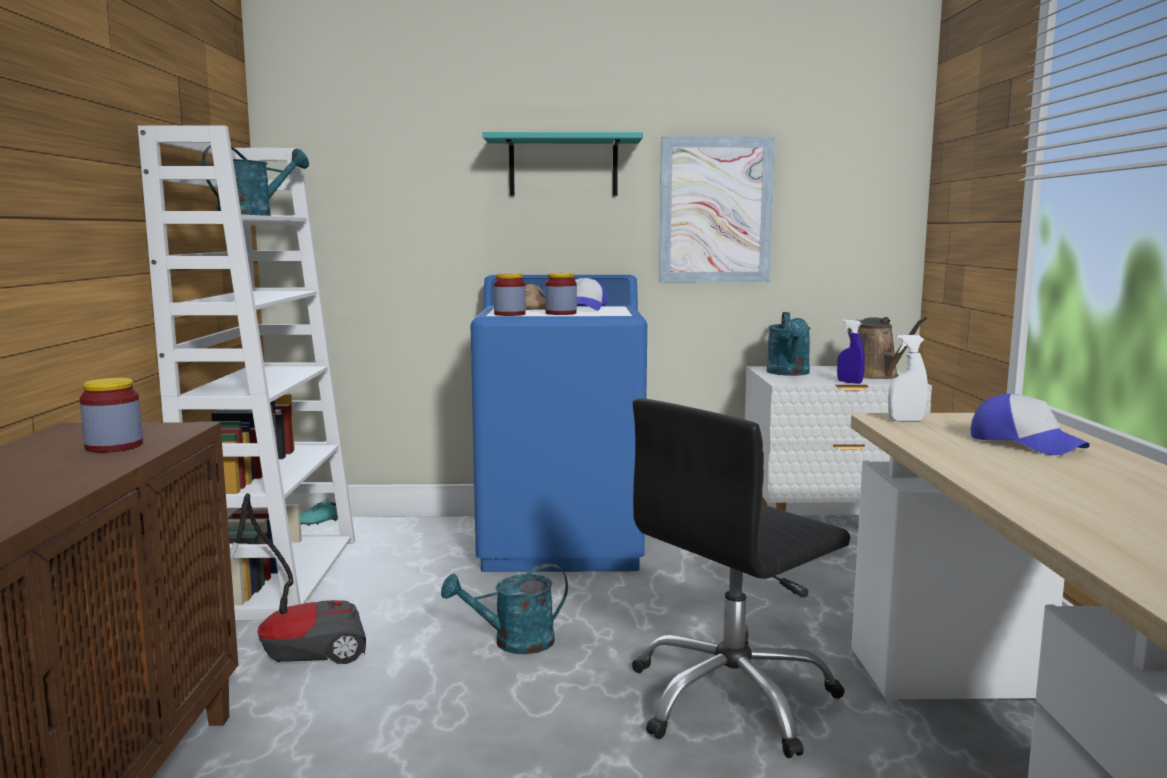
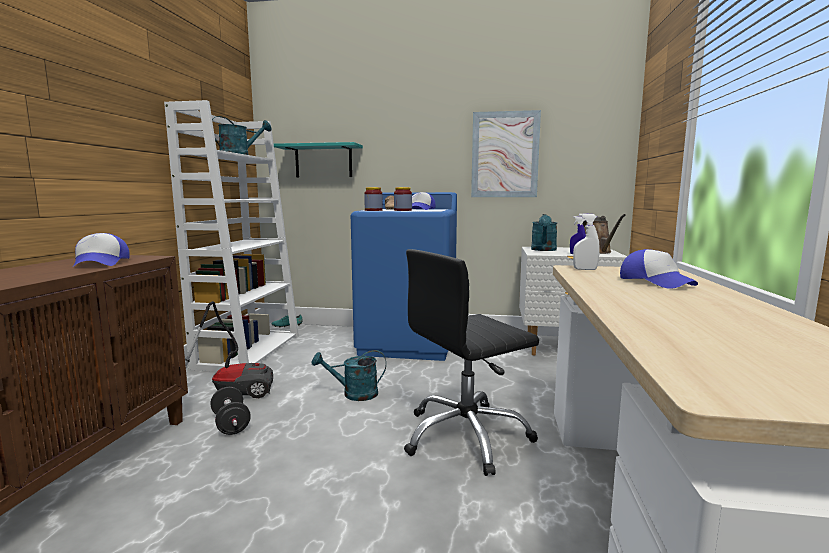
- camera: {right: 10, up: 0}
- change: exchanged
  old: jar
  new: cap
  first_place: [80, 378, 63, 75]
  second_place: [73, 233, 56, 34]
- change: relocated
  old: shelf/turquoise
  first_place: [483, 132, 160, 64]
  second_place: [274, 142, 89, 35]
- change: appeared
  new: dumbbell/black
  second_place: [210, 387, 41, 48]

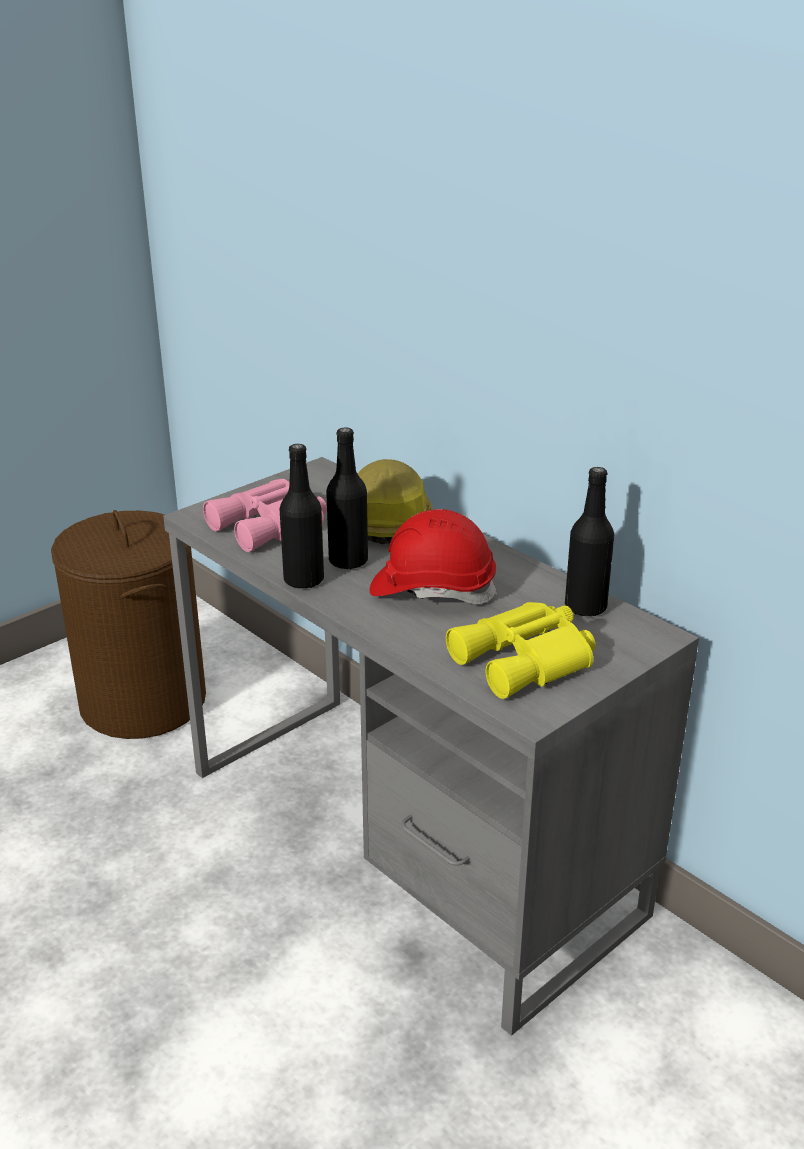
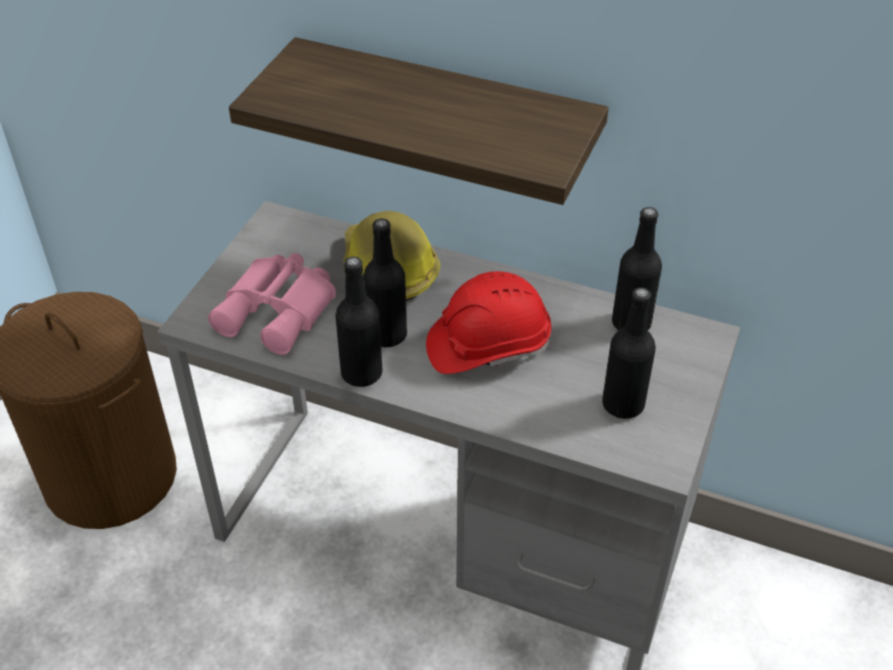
- camera: {right: -25, up: 15}
- change: exchanged
  old: binoculars/yellow
  new: bottle/black
  first_place: [446, 602, 149, 97]
  second_place: [602, 287, 54, 132]
- change: appeared
  new: shelf
  second_place: [229, 37, 379, 168]

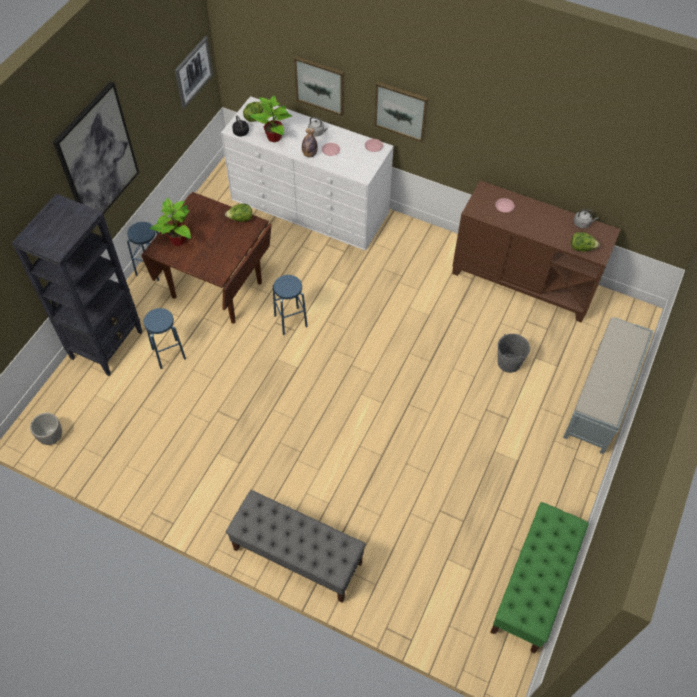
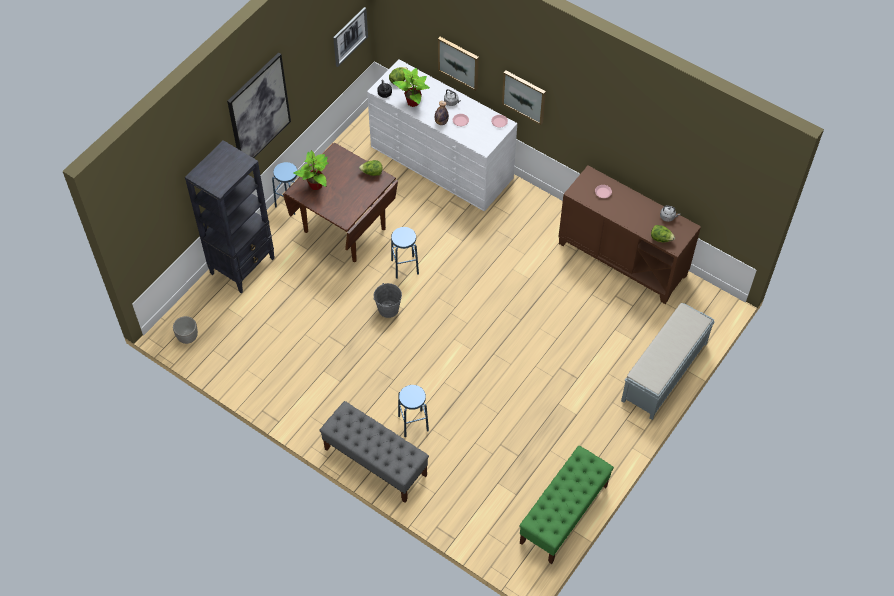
- camera: {right: 10, up: 0}
- change: relocated
  old: stool/blue
  first_place: [144, 308, 42, 61]
  second_place: [398, 385, 31, 52]
- change: relocated
  old: bucket/grey
  first_place: [498, 334, 32, 39]
  second_place: [374, 283, 28, 35]

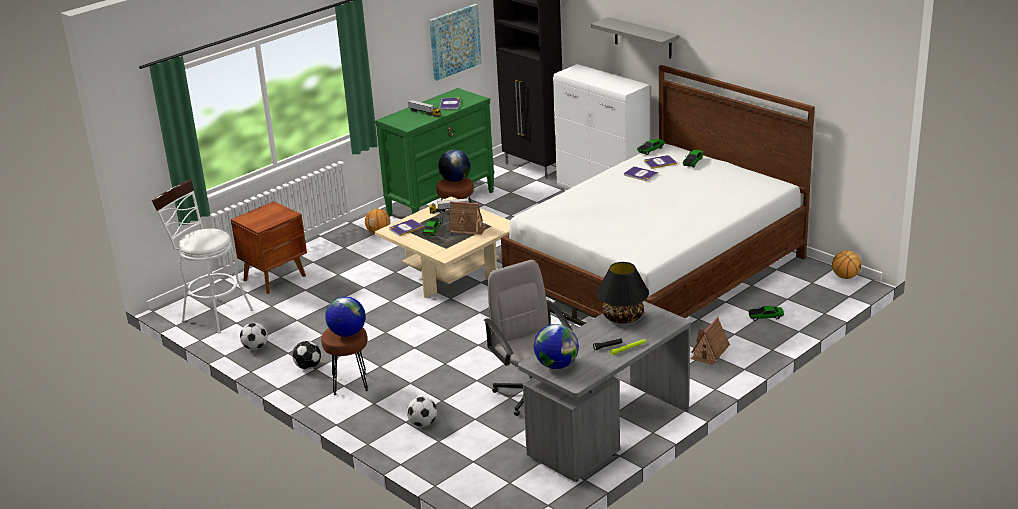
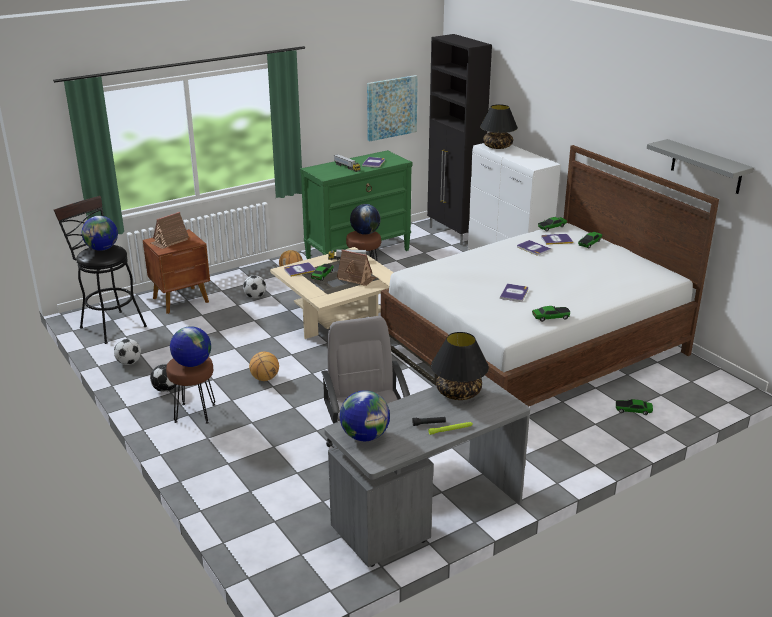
- camera: {right: 10, up: 0}
- change: colour
  old: stool/white
  new: stool/black
  first_place: [152, 179, 101, 154]
  second_place: [54, 196, 93, 148]
- change: relocated
  old: football
  first_place: [407, 396, 30, 31]
  second_place: [243, 275, 23, 23]
- change: relocated
  old: shelf/grey
  first_place: [591, 17, 88, 42]
  second_place: [647, 139, 107, 55]
- change: relocated
  old: toy house
  first_place: [691, 317, 39, 48]
  second_place: [151, 212, 38, 37]
- change: relocated
  old: basketball
  first_place: [832, 251, 29, 28]
  second_place: [249, 352, 30, 29]
- change: appeared
  new: globe
  second_place: [82, 216, 36, 35]
- change: appeared
  new: table lamp/black
  second_place: [480, 104, 38, 45]
- change: appeared
  new: book
  second_place: [500, 283, 28, 19]
- change: appeared
  new: toy car
  second_place: [532, 306, 38, 16]

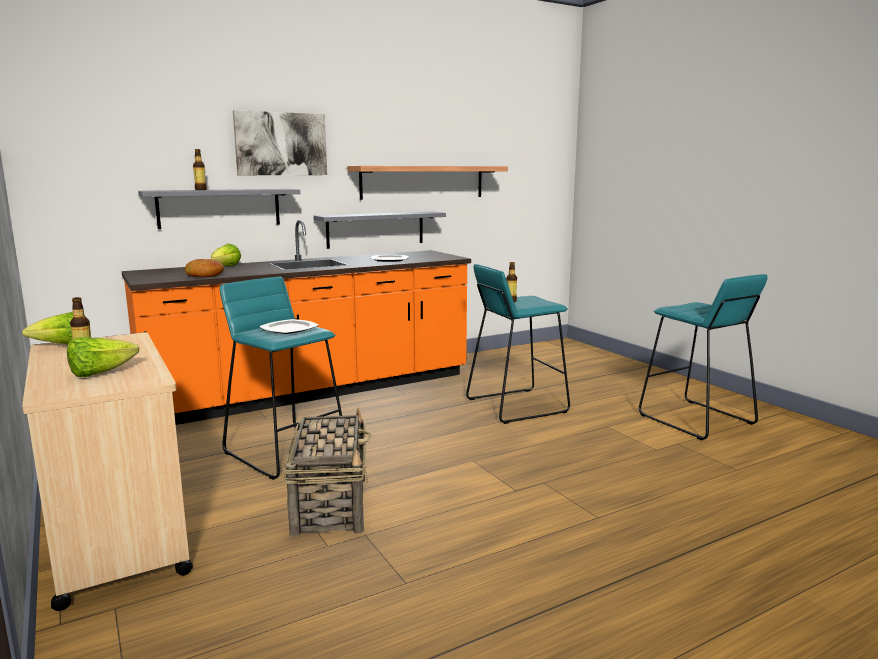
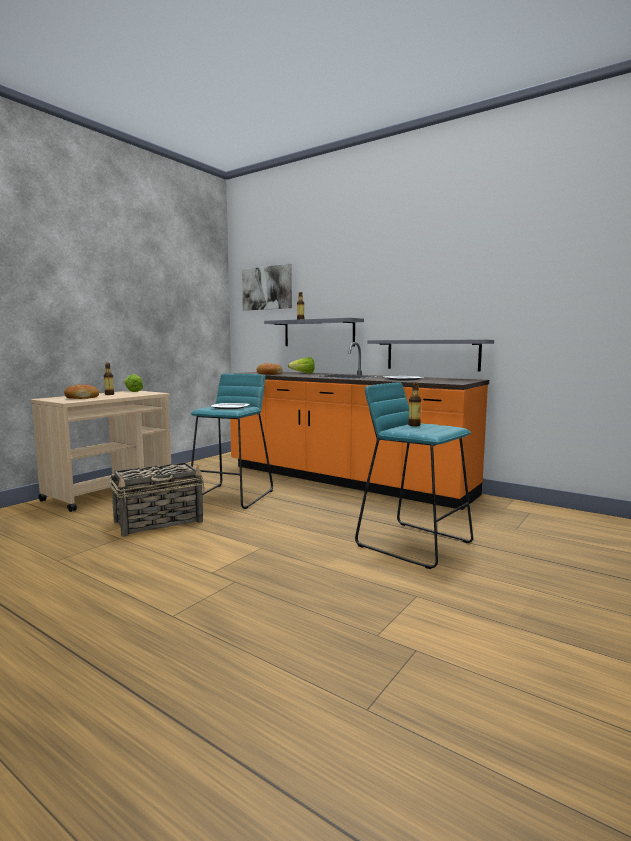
- camera: {right: 65, up: -5}
- change: exchanged
  old: lettuce
  new: bread
  first_place: [67, 337, 72, 40]
  second_place: [64, 384, 35, 15]
- change: relocated
  old: picture
  first_place: [233, 110, 94, 65]
  second_place: [242, 264, 50, 47]
- change: missing
  old: shelf
  first_place: [347, 166, 161, 34]
- change: missing
  old: stool/turquoise
  first_place: [639, 274, 129, 166]

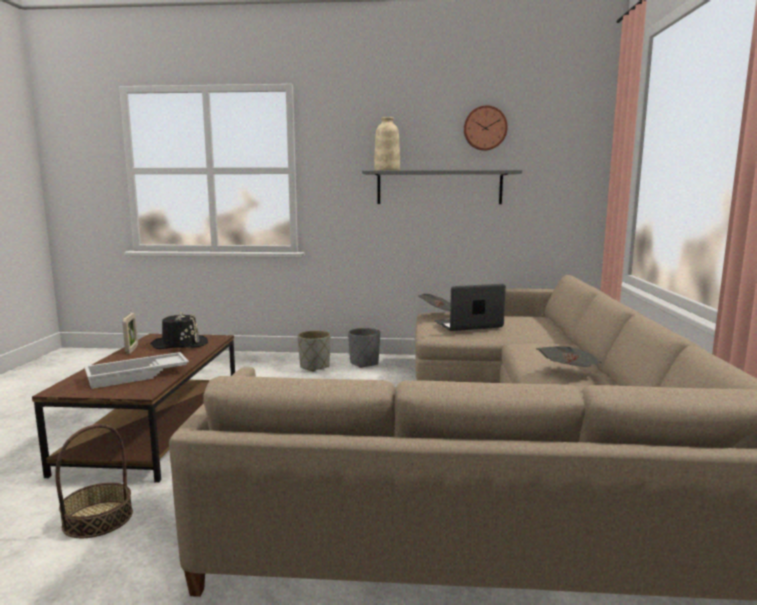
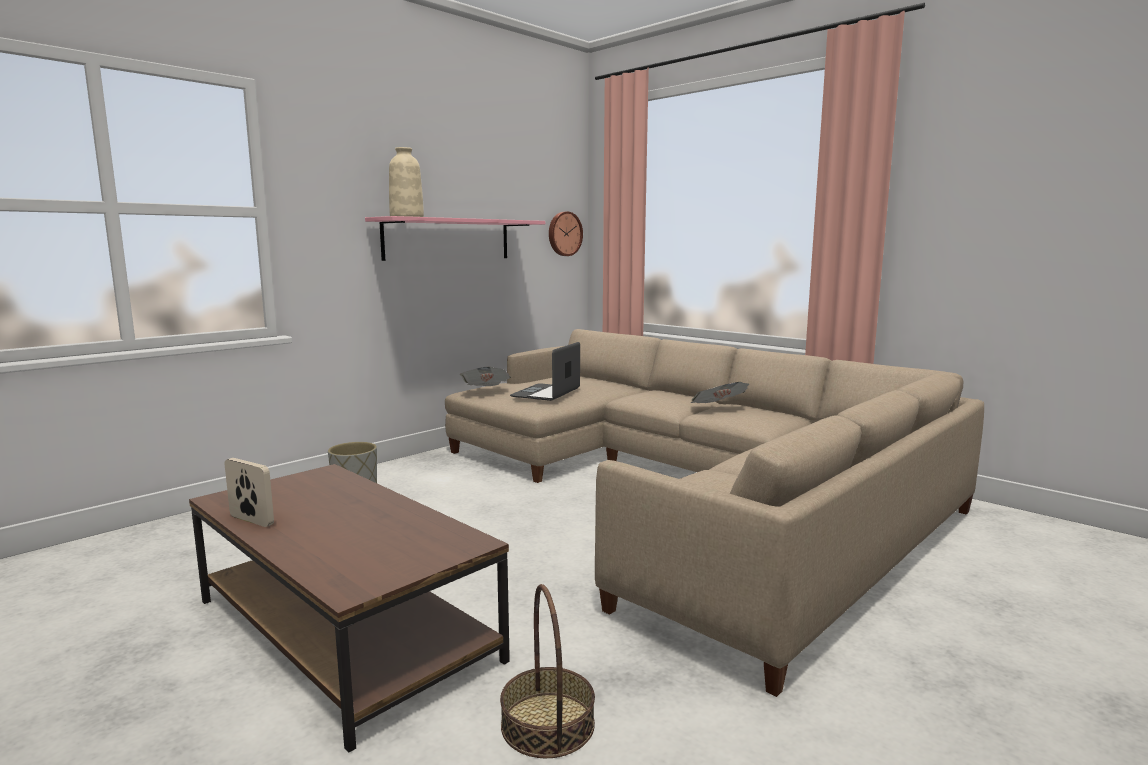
- camera: {right: -50, up: 0}
- change: missing
  old: tray/white
  first_place: [84, 352, 105, 37]
- change: missing
  old: hat/black
  first_place: [150, 312, 58, 37]
- change: missing
  old: planter/grey
  first_place: [348, 328, 32, 40]
- change: colour
  old: shelf/grey
  new: shelf/pink
  first_place: [362, 170, 160, 34]
  second_place: [365, 216, 180, 45]
- change: relocated
  old: wall clock
  first_place: [464, 105, 44, 46]
  second_place: [549, 212, 34, 44]

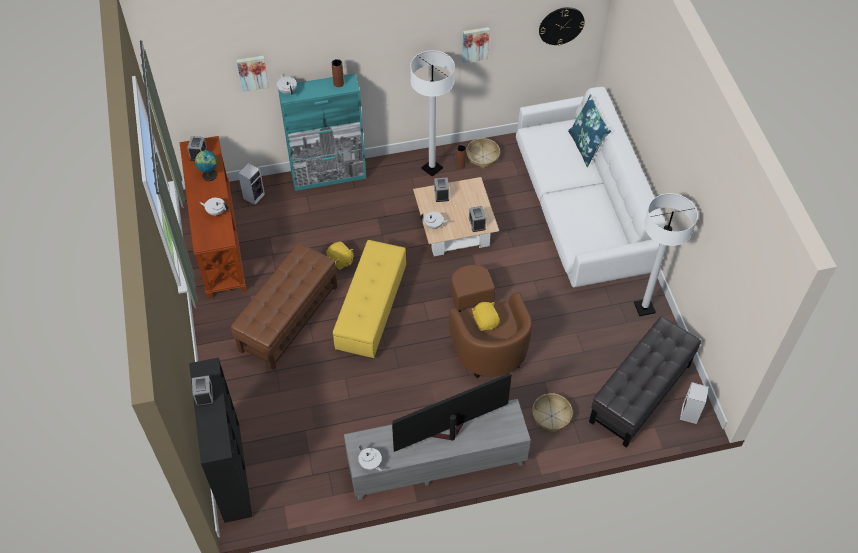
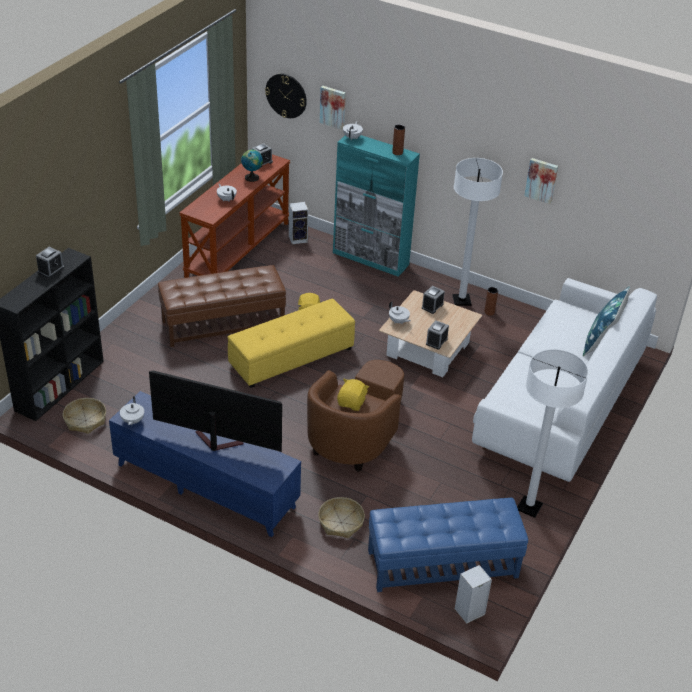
- camera: {right: 40, up: -15}
- change: colour
  old: tv stand/grey
  new: tv stand/blue
  first_place: [344, 399, 187, 101]
  second_place: [109, 391, 192, 146]
- change: relocated
  old: basket
  first_place: [466, 138, 34, 31]
  second_place: [63, 398, 43, 36]
- change: relocated
  old: wall clock
  first_place: [539, 7, 46, 39]
  second_place: [265, 74, 42, 44]
- change: colour
  old: ottoman/black
  new: ottoman/blue
  first_place: [589, 316, 112, 132]
  second_place: [368, 498, 160, 94]

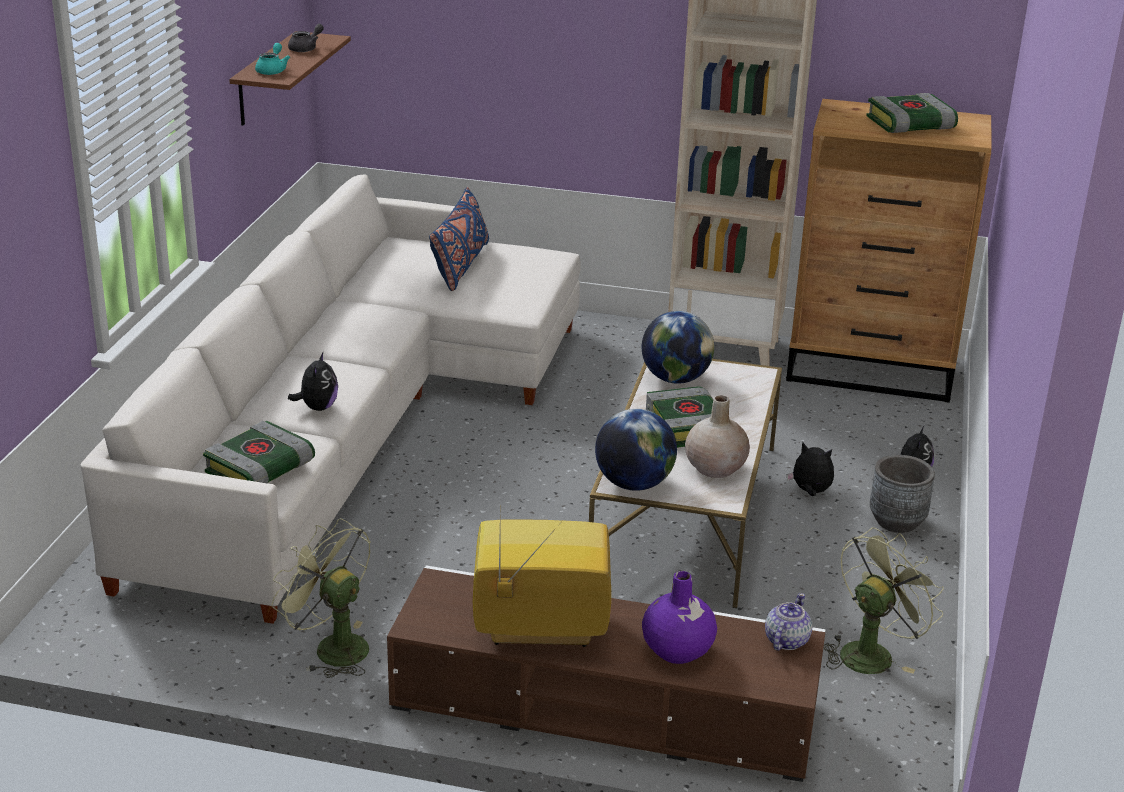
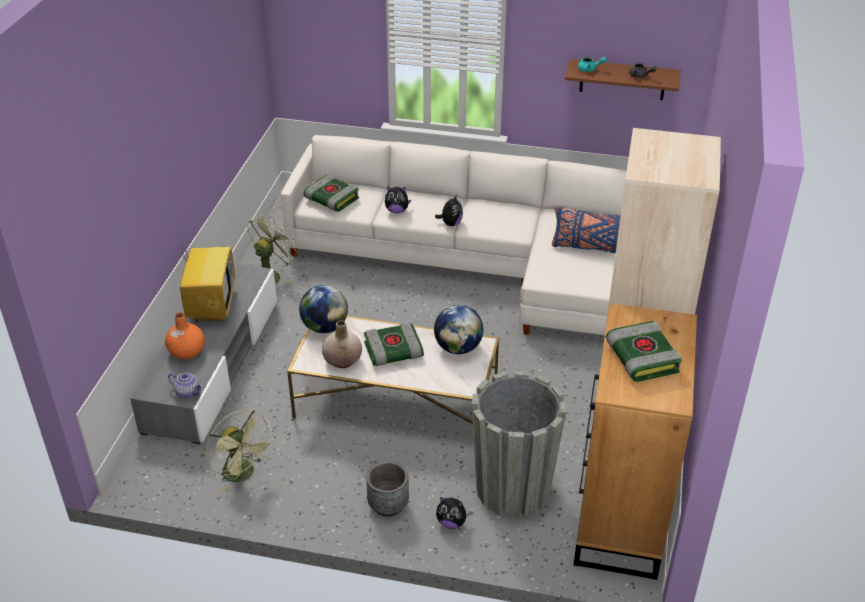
- camera: {right: 90, up: 10}
- change: colour
  old: tv stand/brown
  new: tv stand/grey
  first_place: [387, 566, 438, 216]
  second_place: [130, 264, 147, 180]
- change: colour
  old: vase/purple
  new: vase/orange
  first_place: [642, 571, 75, 93]
  second_place: [165, 312, 40, 47]
- change: relocated
  old: plush toy
  first_place: [787, 442, 47, 54]
  second_place: [435, 195, 28, 31]
- change: appeared
  new: planter/grey
  second_place: [472, 371, 94, 146]

